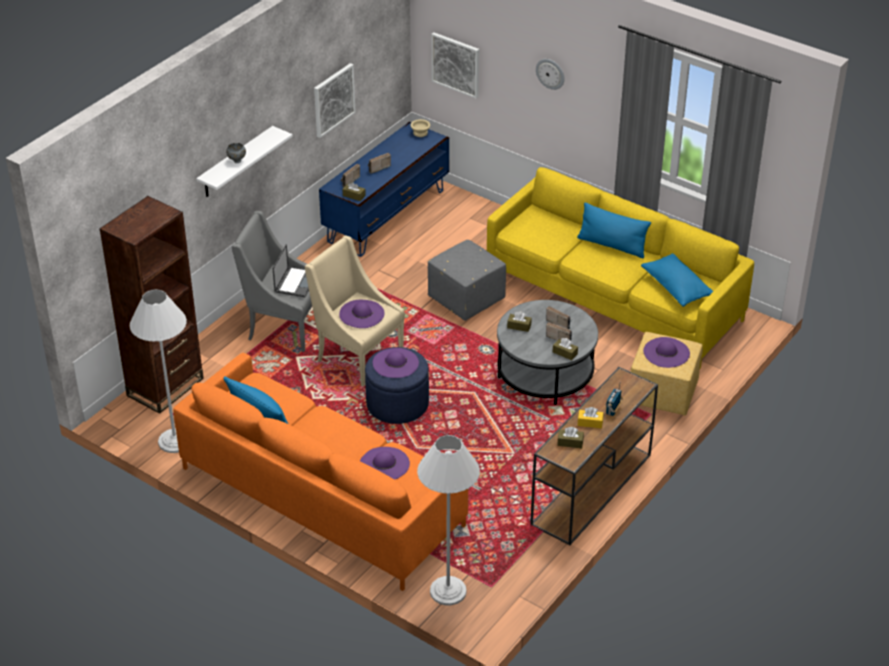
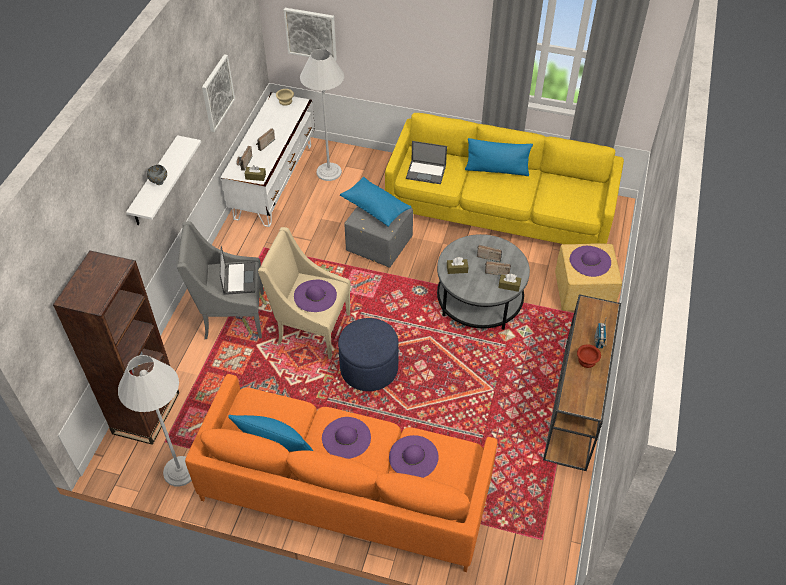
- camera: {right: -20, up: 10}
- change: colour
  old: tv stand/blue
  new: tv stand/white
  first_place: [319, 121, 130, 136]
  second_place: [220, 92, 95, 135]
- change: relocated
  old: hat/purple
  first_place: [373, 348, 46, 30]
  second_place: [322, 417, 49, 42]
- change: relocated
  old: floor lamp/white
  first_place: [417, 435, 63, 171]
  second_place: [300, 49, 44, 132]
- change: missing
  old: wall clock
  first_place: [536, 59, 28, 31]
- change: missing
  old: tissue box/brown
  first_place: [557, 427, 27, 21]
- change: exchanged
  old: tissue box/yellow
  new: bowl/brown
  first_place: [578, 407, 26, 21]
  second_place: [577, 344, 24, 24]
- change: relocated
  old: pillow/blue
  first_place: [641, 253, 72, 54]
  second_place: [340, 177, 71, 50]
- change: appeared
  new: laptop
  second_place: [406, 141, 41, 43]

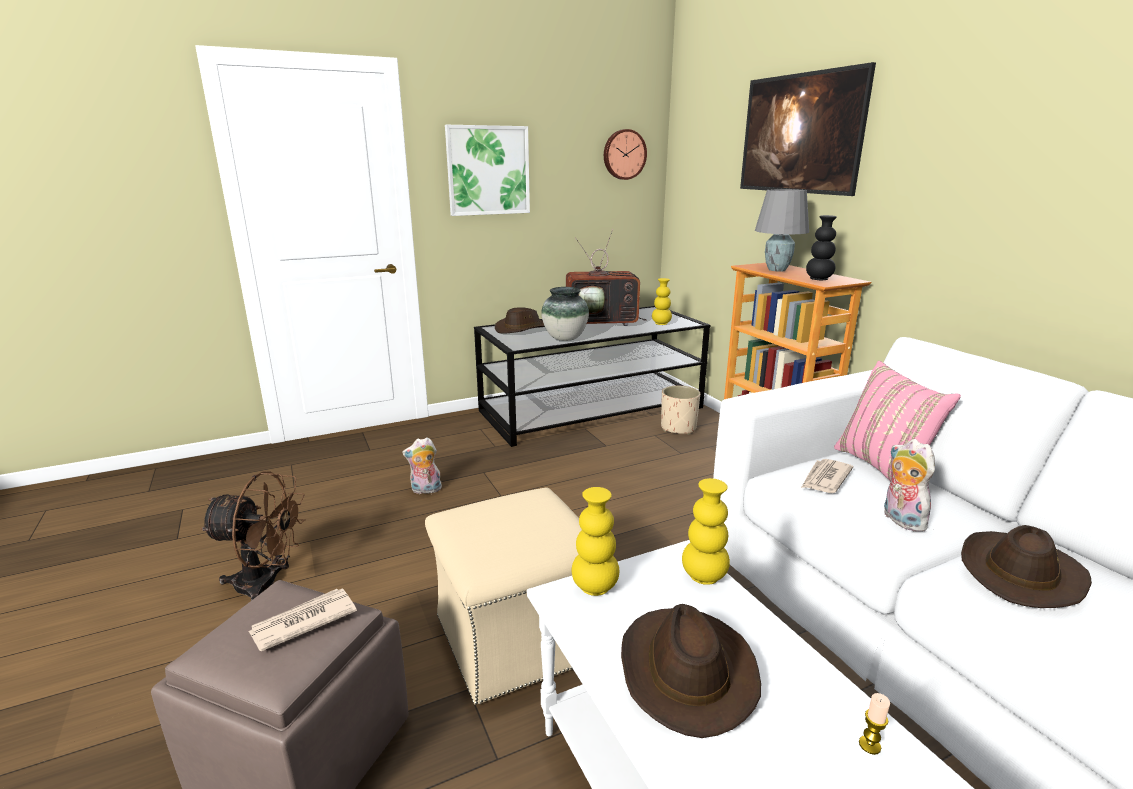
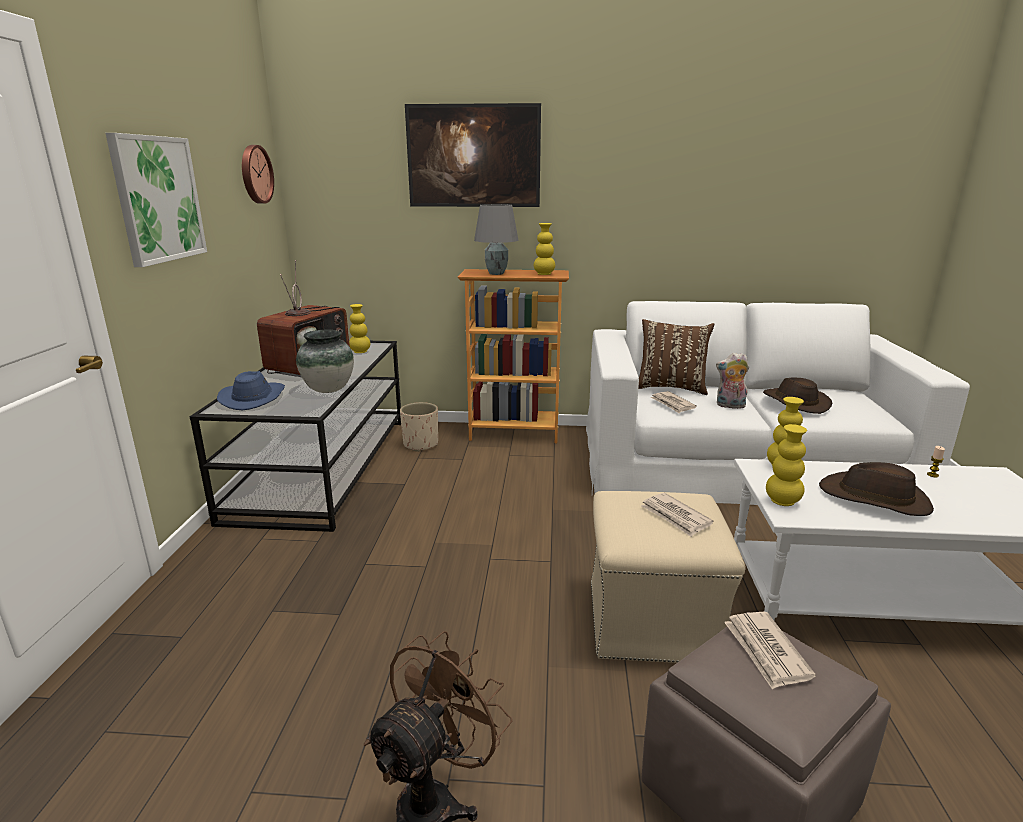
- camera: {right: -60, up: 0}
- change: missing
  old: plush toy
  first_place: [402, 437, 40, 57]
- change: colour
  old: hat/brown
  new: hat/blue
  first_place: [495, 307, 50, 27]
  second_place: [217, 371, 68, 39]
- change: colour
  old: vase/black
  new: vase/yellow
  first_place: [806, 215, 31, 65]
  second_place: [534, 223, 21, 52]
- change: colour
  old: pillow/pink
  new: pillow/brown
  first_place: [834, 361, 127, 120]
  second_place: [638, 319, 76, 76]
- change: appeared
  new: newspaper
  second_place: [641, 493, 73, 44]

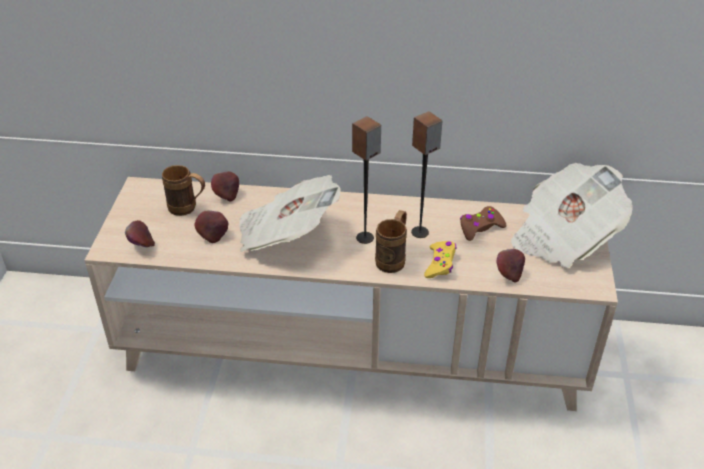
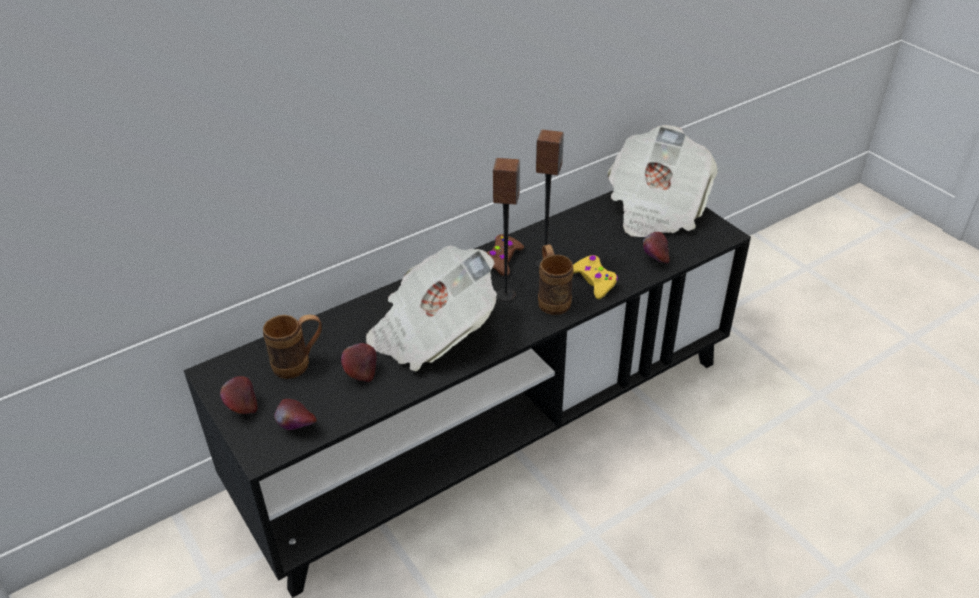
- camera: {right: -40, up: 0}
- change: colour
  old: tv stand/beige
  new: tv stand/black
  first_place: [85, 177, 533, 234]
  second_place: [184, 190, 567, 408]
- change: relocated
  old: apple
  first_place: [211, 171, 28, 31]
  second_place: [220, 376, 38, 38]
- change: relocated
  old: game controller/brown
  first_place: [460, 206, 46, 35]
  second_place: [487, 234, 37, 42]

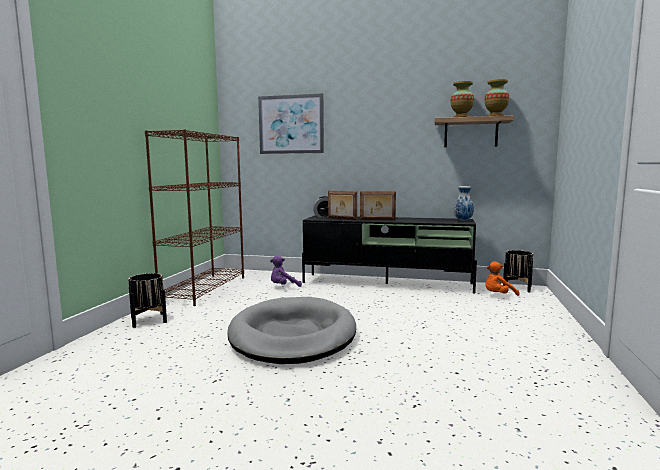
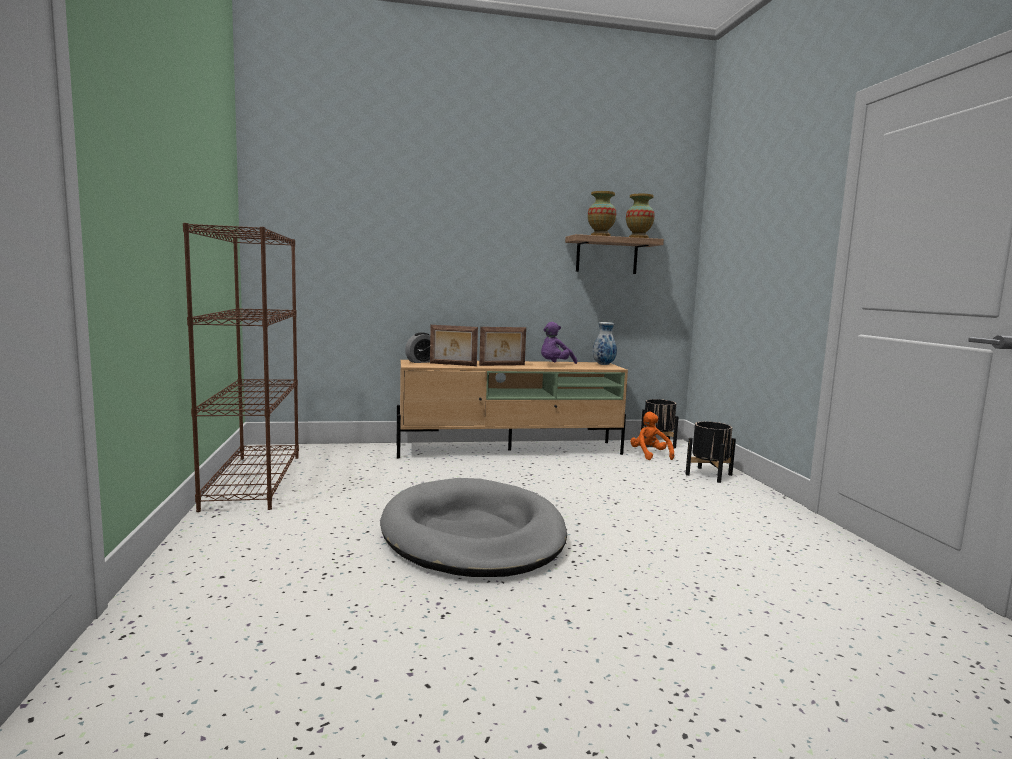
- camera: {right: -25, up: 0}
- change: relocated
  old: planter/black
  first_place: [128, 273, 39, 55]
  second_place: [685, 421, 51, 62]
- change: missing
  old: picture
  first_place: [258, 93, 66, 61]
- change: relocated
  old: plush toy/purple
  first_place: [270, 255, 32, 32]
  second_place: [541, 322, 36, 42]
- change: colour
  old: tv stand/black
  new: tv stand/beige
  first_place: [302, 216, 175, 78]
  second_place: [397, 360, 231, 99]
- change: spun
  old: plush toy/orange
  first_place: [485, 261, 35, 35]
  second_place: [630, 412, 44, 48]
  degrees: 120

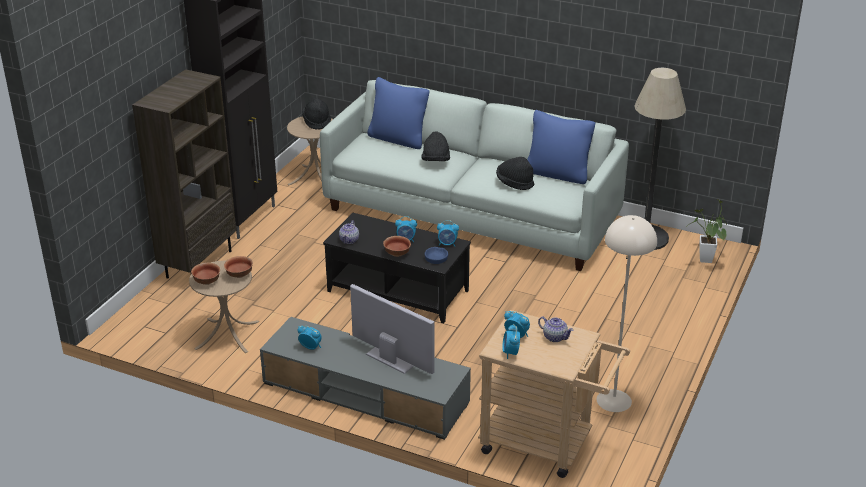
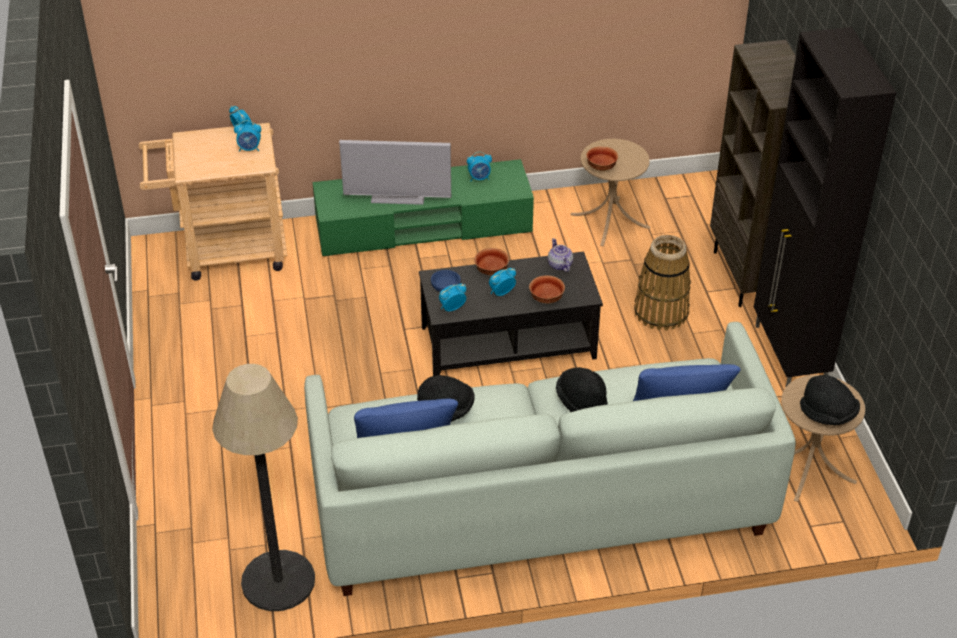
- camera: {right: 145, up: 10}
- change: relocated
  old: bowl
  first_place: [191, 262, 29, 23]
  second_place: [529, 275, 36, 29]
- change: colour
  old: tv stand/grey
  new: tv stand/green
  first_place: [260, 317, 211, 123]
  second_place: [313, 159, 221, 97]
- change: missing
  old: teapot
  first_place: [538, 316, 36, 26]
- change: missing
  old: floor lamp/beige
  first_place: [596, 215, 61, 197]
- change: missing
  old: potted plant
  first_place: [687, 199, 40, 64]
- change: appeared
  new: basket
  second_place: [634, 235, 57, 96]

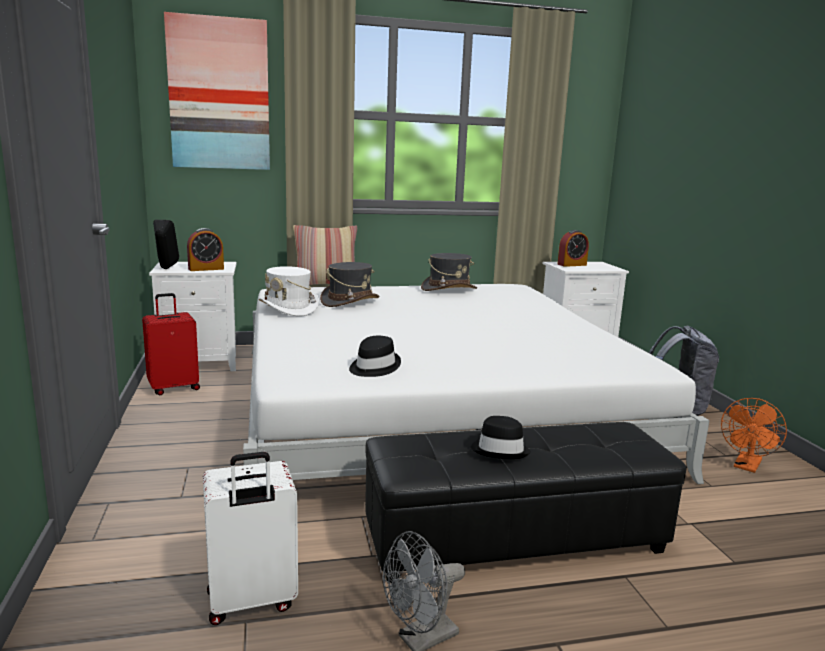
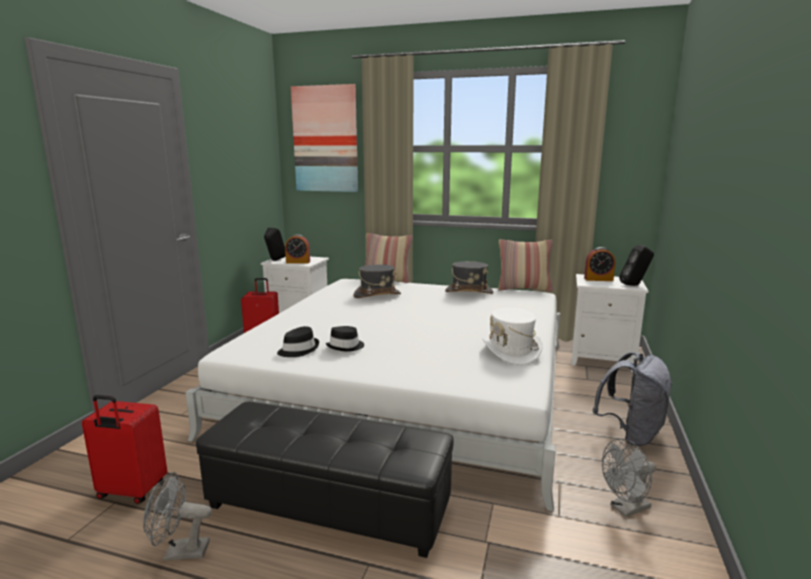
- camera: {right: 30, up: 0}
- change: colour
  old: suitcase/white
  new: suitcase/red
  first_place: [203, 452, 95, 173]
  second_place: [82, 395, 85, 109]
- change: relocated
  old: hat/white
  first_place: [259, 266, 60, 50]
  second_place: [483, 308, 60, 57]
- change: relocated
  old: hat/black
  first_place: [471, 416, 60, 43]
  second_place: [325, 326, 39, 26]
- change: colour
  old: fan/orange
  new: fan/grey
  first_place: [721, 398, 66, 75]
  second_place: [602, 438, 54, 79]
- change: appeared
  new: pillow
  second_place: [498, 239, 55, 53]
- change: appeared
  new: speaker/black
  second_place: [619, 244, 35, 42]

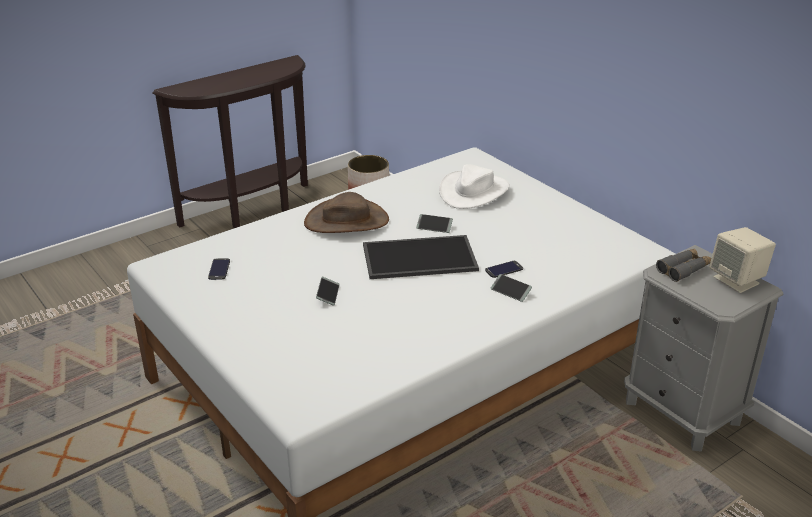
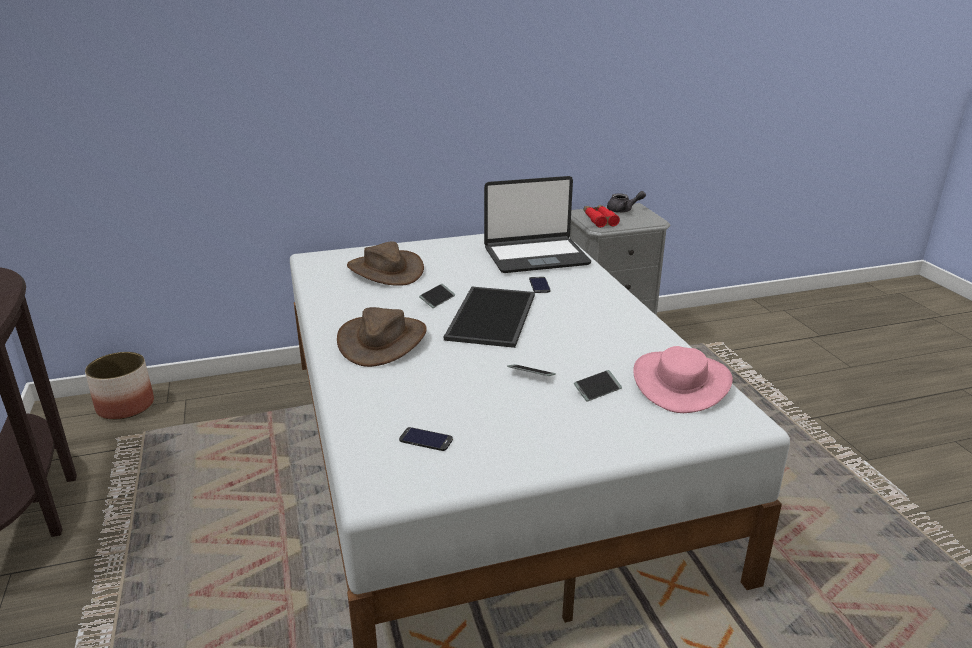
- camera: {right: -70, up: -5}
- change: colour
  old: hat/white
  new: hat/brown
  first_place: [439, 164, 71, 45]
  second_place: [347, 241, 77, 45]
- change: relocated
  old: phone
  first_place: [491, 274, 41, 28]
  second_place: [574, 370, 48, 31]
- change: colour
  old: binoculars/grey
  new: binoculars/red
  first_place: [656, 248, 55, 34]
  second_place: [583, 205, 37, 23]
- change: exchanged
  old: speaker/beige
  new: teapot/grey
  first_place: [709, 227, 67, 66]
  second_place: [607, 191, 39, 22]
- change: appeared
  new: laptop
  second_place: [484, 176, 107, 97]
- change: appeared
  new: hat/pink
  second_place: [633, 346, 100, 67]

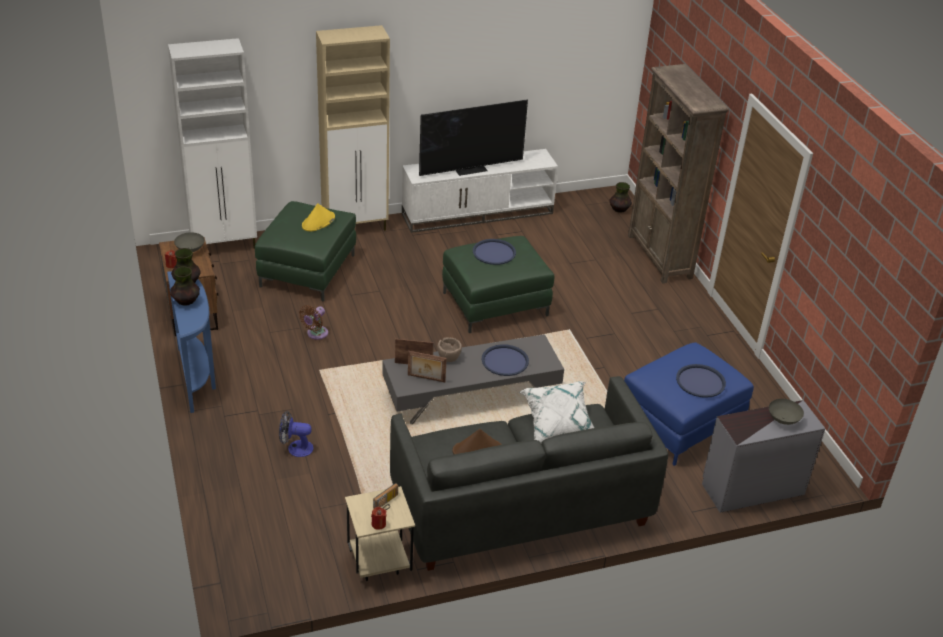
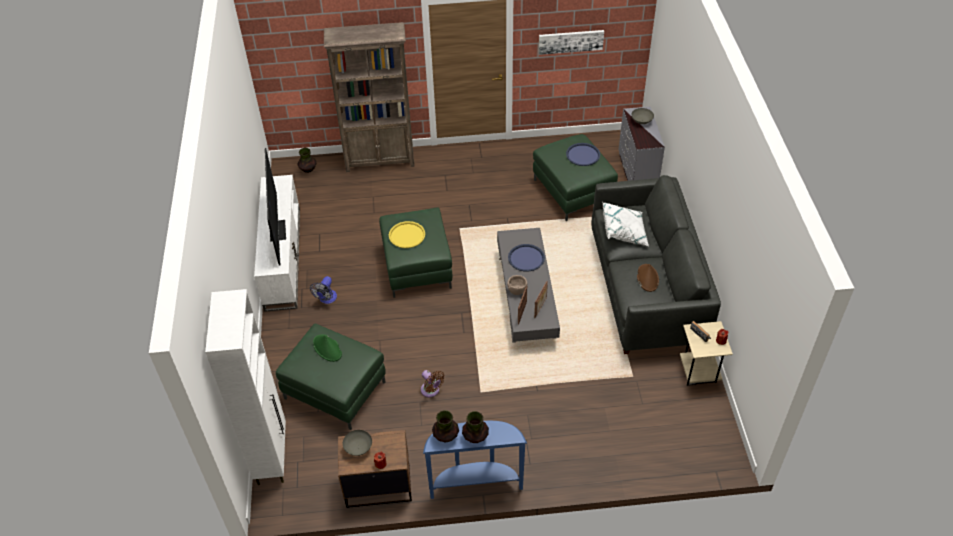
- camera: {right: -75, up: 10}
- change: relocated
  old: fan
  first_place: [279, 411, 34, 46]
  second_place: [310, 276, 27, 28]
- change: colour
  old: hat/yellow
  new: hat/green
  first_place: [302, 203, 33, 28]
  second_place: [313, 334, 29, 28]
- change: missing
  old: cabinet/beige
  first_place: [316, 25, 74, 206]
- change: colour
  old: tray/blue
  new: tray/yellow
  first_place: [473, 239, 43, 26]
  second_place: [389, 221, 36, 27]
- change: colour
  old: ottoman/blue
  new: ottoman/green
  first_place: [624, 342, 130, 124]
  second_place: [533, 134, 85, 87]
- change: appeared
  new: picture
  second_place: [538, 30, 66, 25]

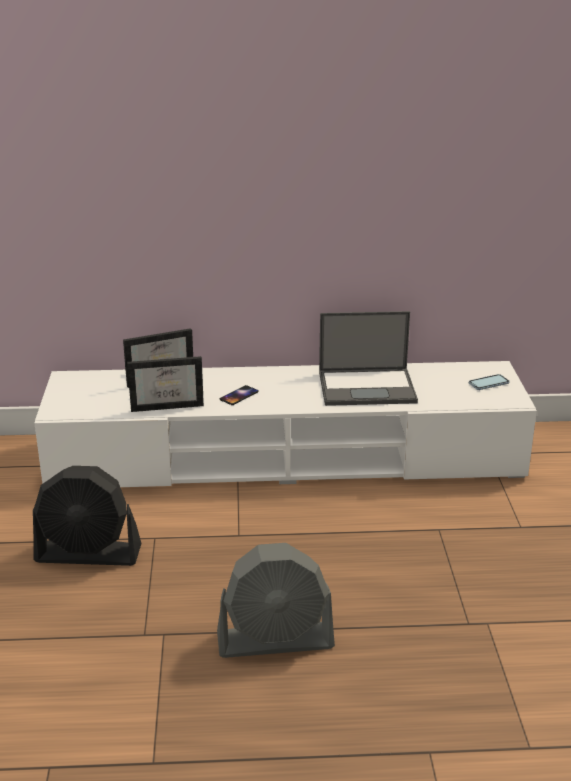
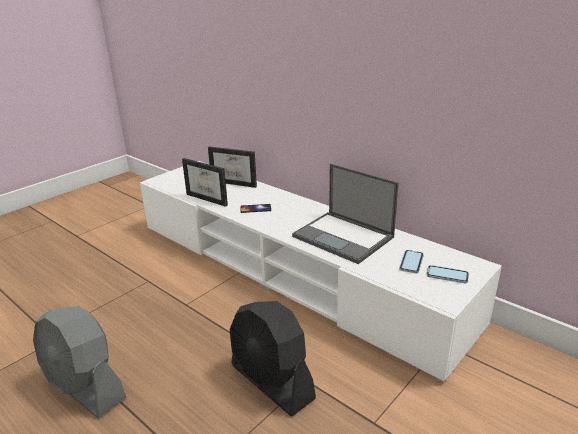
- camera: {right: 45, up: 0}
- change: relocated
  old: fan/black
  first_place: [33, 466, 109, 100]
  second_place: [230, 301, 86, 115]
- change: appeared
  new: phone
  second_place: [399, 250, 25, 23]

